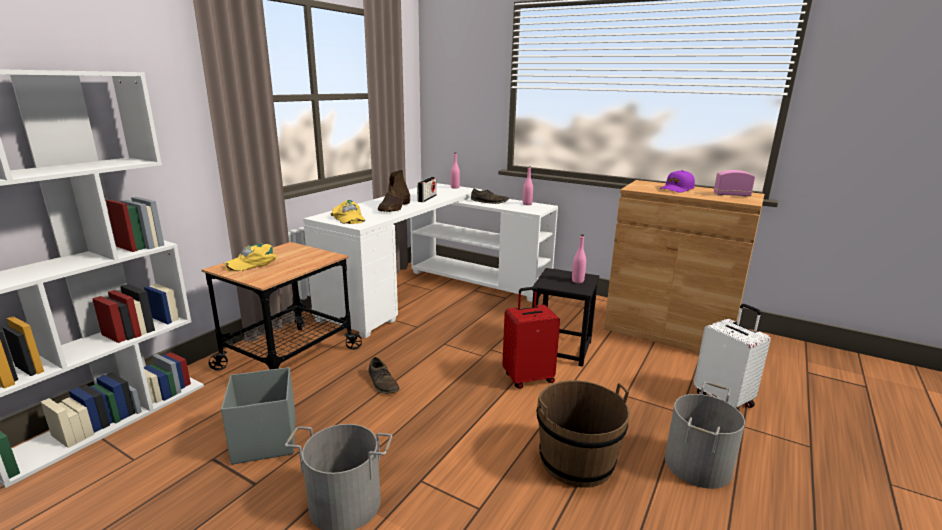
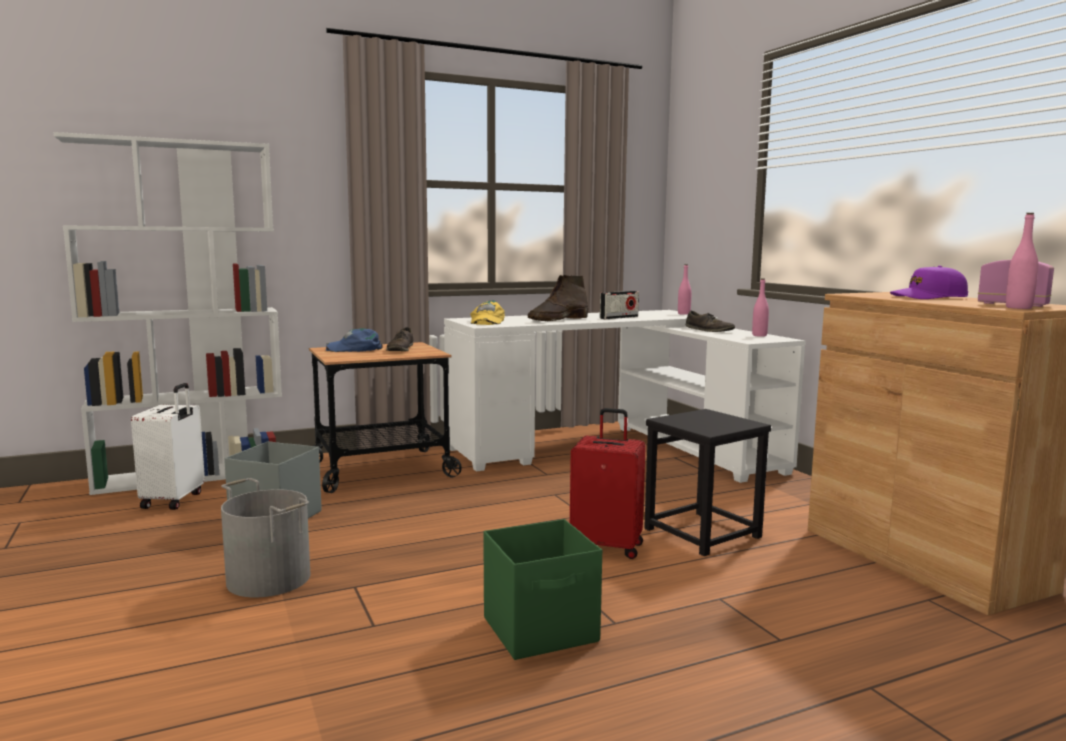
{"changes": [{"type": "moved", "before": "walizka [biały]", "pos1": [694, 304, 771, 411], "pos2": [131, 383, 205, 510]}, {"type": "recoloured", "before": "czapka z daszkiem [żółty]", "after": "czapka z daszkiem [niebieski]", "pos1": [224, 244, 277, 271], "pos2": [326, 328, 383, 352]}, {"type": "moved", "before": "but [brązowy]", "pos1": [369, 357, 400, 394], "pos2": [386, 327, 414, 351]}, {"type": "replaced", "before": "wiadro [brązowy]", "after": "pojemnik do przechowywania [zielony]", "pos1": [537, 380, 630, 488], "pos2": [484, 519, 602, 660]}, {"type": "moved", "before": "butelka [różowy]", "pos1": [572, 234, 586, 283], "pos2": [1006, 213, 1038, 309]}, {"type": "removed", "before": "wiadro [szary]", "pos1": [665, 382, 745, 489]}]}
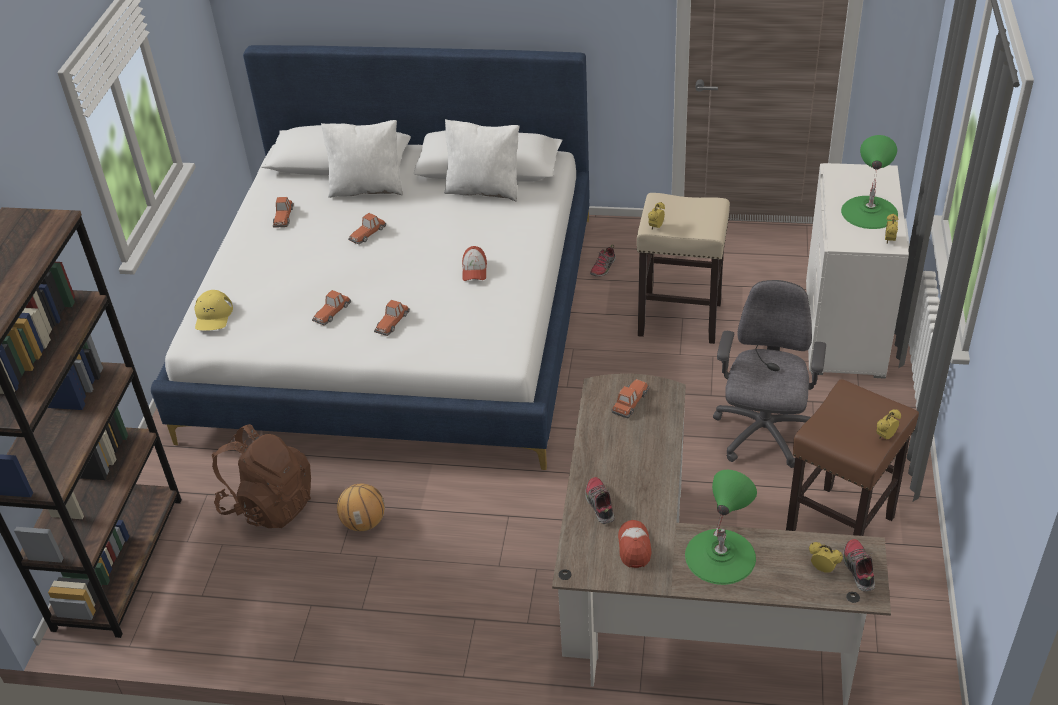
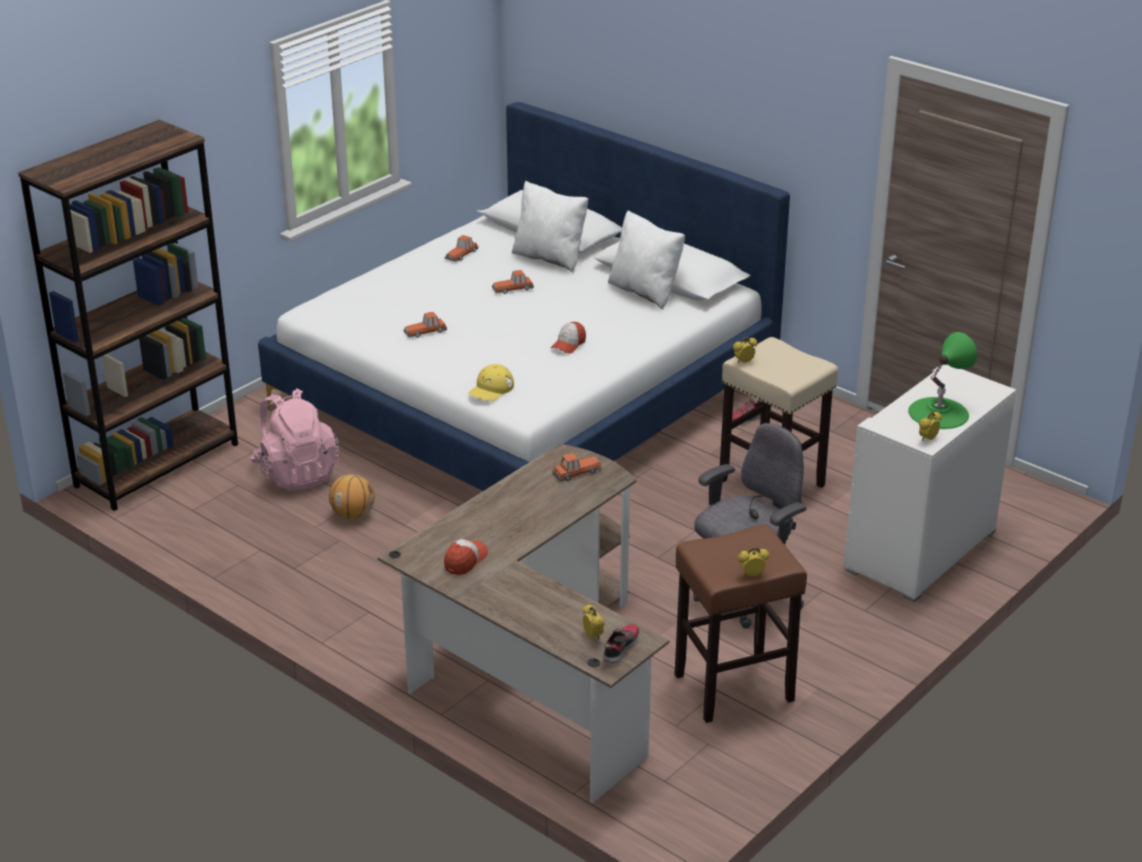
{"changes": [{"type": "recoloured", "before": "plecak [brązowy]", "after": "plecak [różowy]", "pos1": [212, 424, 311, 528], "pos2": [250, 389, 340, 491]}, {"type": "moved", "before": "czapka z daszkiem [żółty]", "pos1": [194, 290, 233, 331], "pos2": [468, 364, 514, 401]}, {"type": "removed", "before": "samochodzik", "pos1": [374, 300, 410, 336]}, {"type": "removed", "before": "but", "pos1": [585, 477, 615, 524]}, {"type": "removed", "before": "lampa stołowa [zielony]", "pos1": [685, 470, 757, 585]}]}
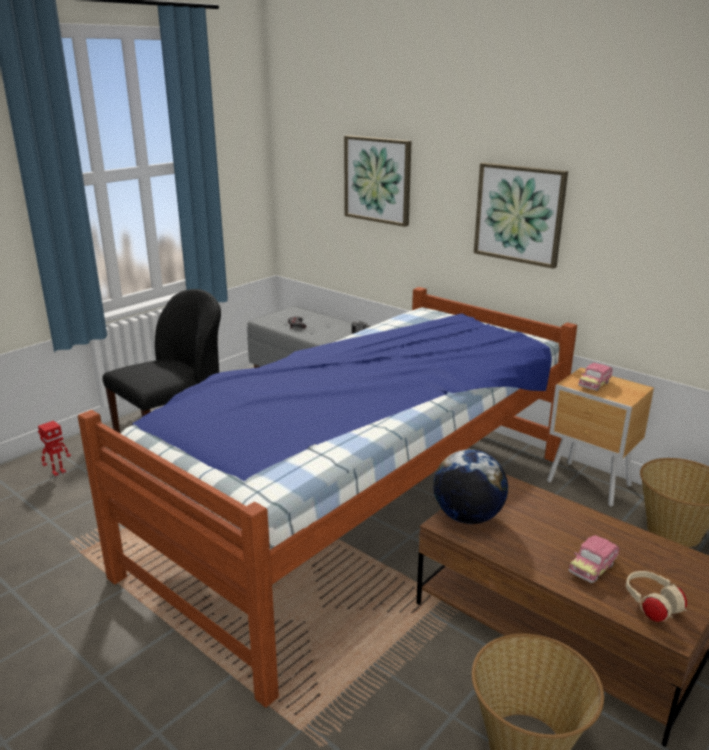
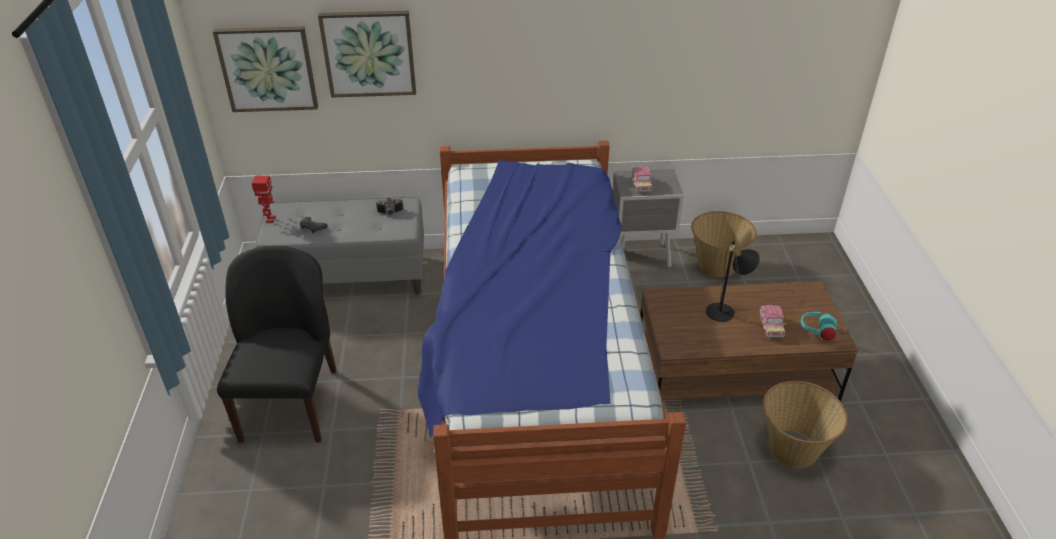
{"changes": [{"type": "moved", "before": "obraz", "pos1": [474, 163, 568, 269], "pos2": [213, 26, 318, 112]}, {"type": "moved", "before": "robot zabawkowy", "pos1": [38, 421, 71, 476], "pos2": [252, 176, 276, 223]}, {"type": "recoloured", "before": "szafka nocna [brązowy]", "after": "szafka nocna [szary]", "pos1": [547, 368, 654, 507], "pos2": [612, 169, 684, 268]}, {"type": "added", "after": "lampa stołowa [czarny]", "pos2": [706, 240, 760, 322]}, {"type": "recoloured", "before": "słuchawki [beżowy]", "after": "słuchawki [turkusowy]", "pos1": [626, 571, 687, 622], "pos2": [801, 312, 839, 340]}, {"type": "removed", "before": "globus", "pos1": [433, 449, 508, 524]}]}
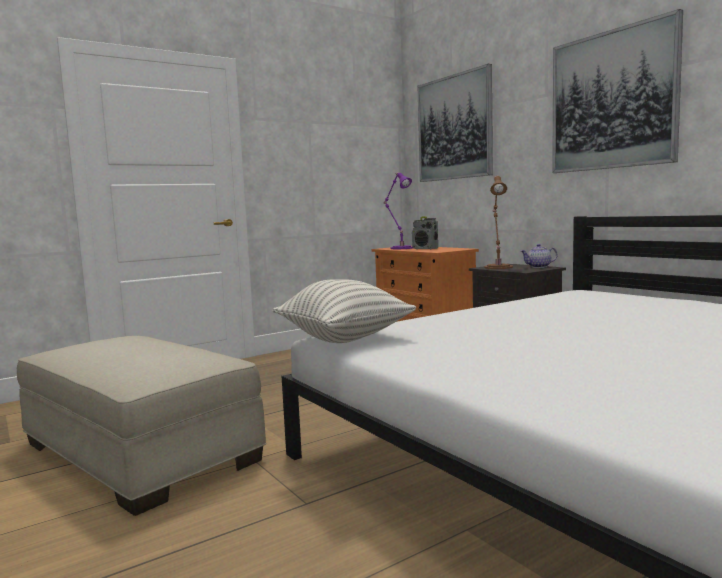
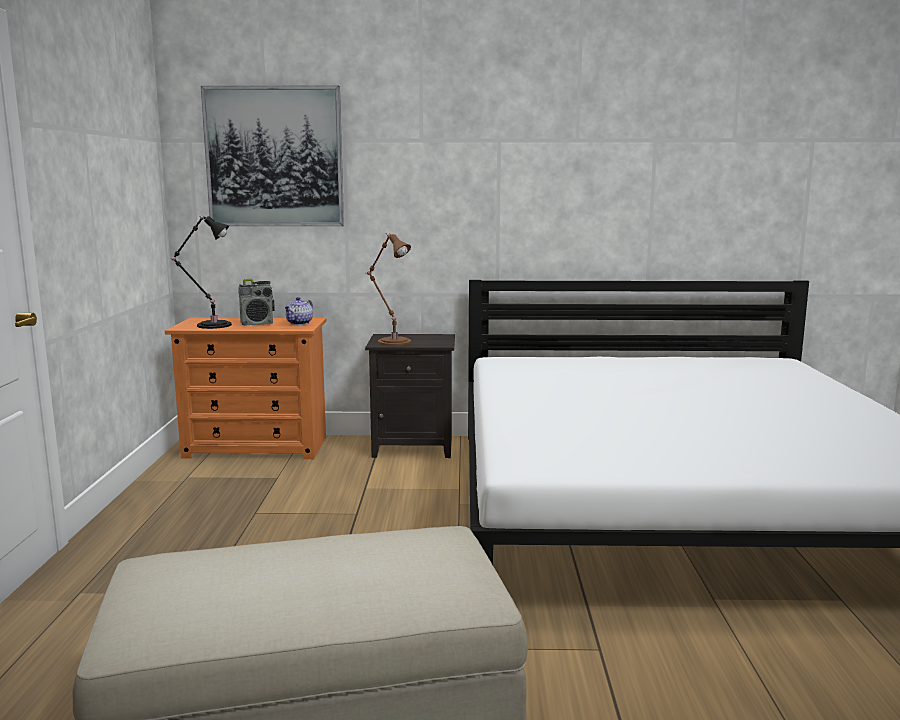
{"changes": [{"type": "recoloured", "before": "lampa stołowa [fioletowy]", "after": "lampa stołowa [czarny]", "pos1": [383, 172, 413, 249], "pos2": [169, 215, 232, 329]}, {"type": "moved", "before": "imbryk", "pos1": [521, 244, 557, 268], "pos2": [284, 297, 313, 325]}, {"type": "removed", "before": "poduszka", "pos1": [273, 279, 416, 343]}, {"type": "removed", "before": "obraz", "pos1": [552, 9, 683, 173]}]}
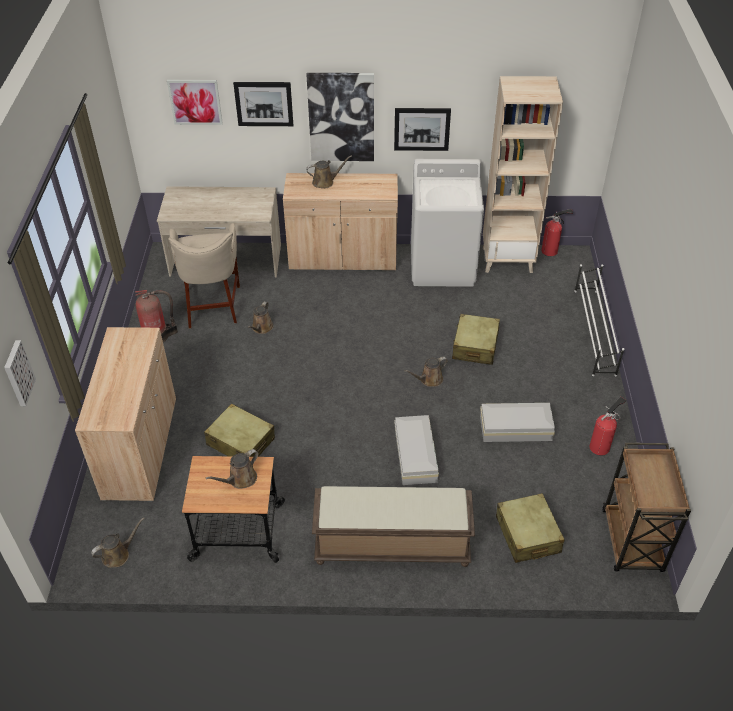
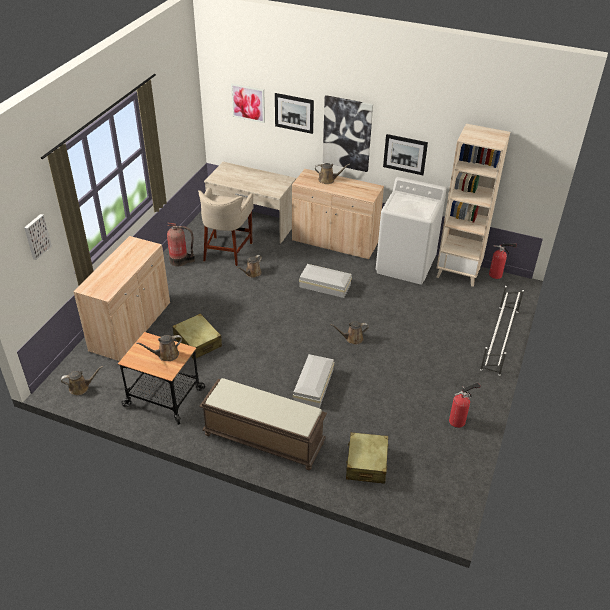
{"changes": [{"type": "moved", "before": "pojemnik do przechowywania [biały]", "pos1": [480, 403, 555, 442], "pos2": [299, 264, 352, 298]}, {"type": "removed", "before": "walizka [beżowy]", "pos1": [452, 314, 500, 365]}, {"type": "removed", "before": "wózek [brązowy]", "pos1": [602, 443, 691, 572]}]}
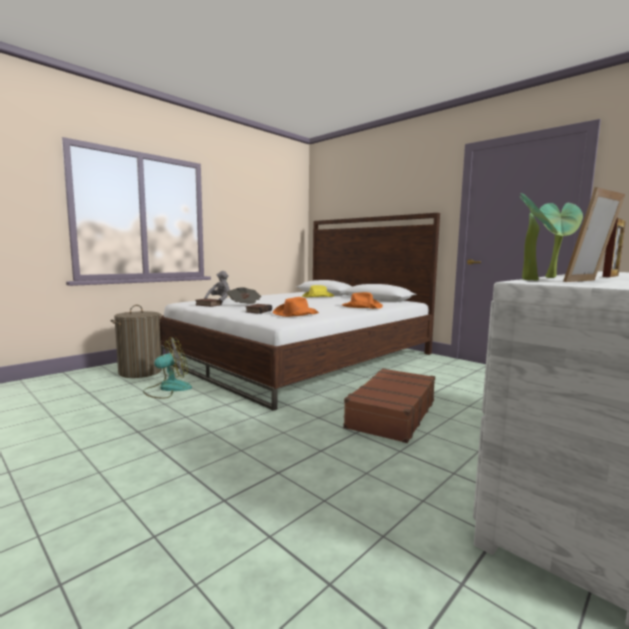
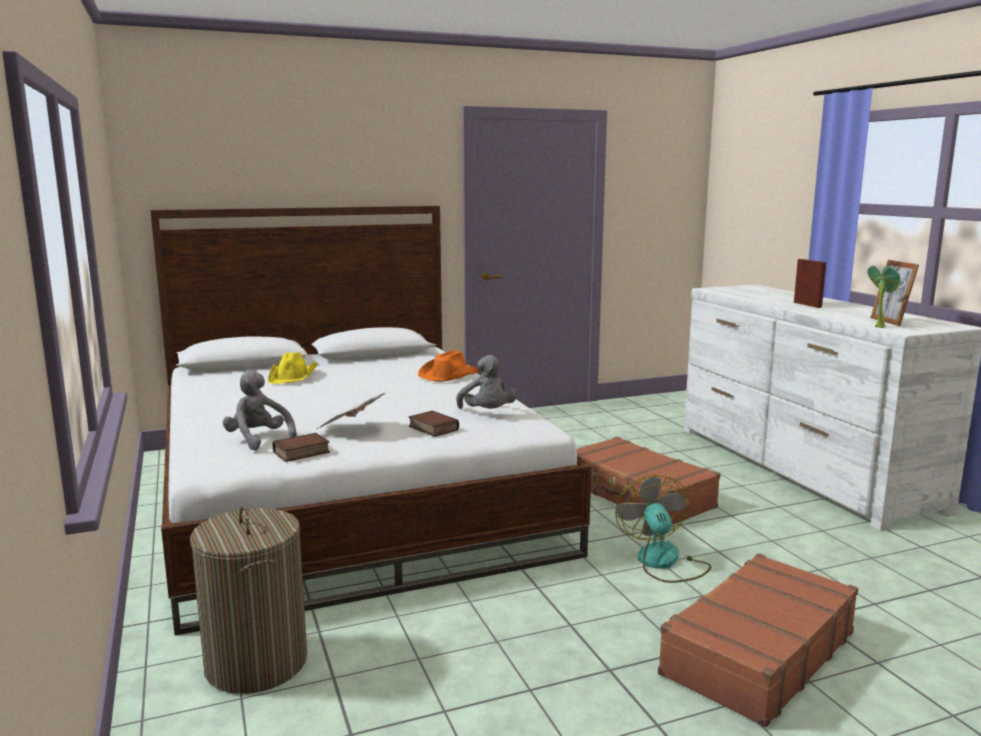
{"changes": [{"type": "replaced", "before": "kapelusz [pomarańczowy]", "after": "pluszak [szary]", "pos1": [273, 297, 319, 317], "pos2": [456, 355, 517, 409]}, {"type": "moved", "before": "wentylator", "pos1": [143, 337, 192, 399], "pos2": [615, 475, 711, 583]}, {"type": "added", "after": "walizka [brązowy]", "pos2": [658, 553, 858, 727]}, {"type": "removed", "before": "roślina doniczkowa", "pos1": [540, 203, 583, 278]}]}
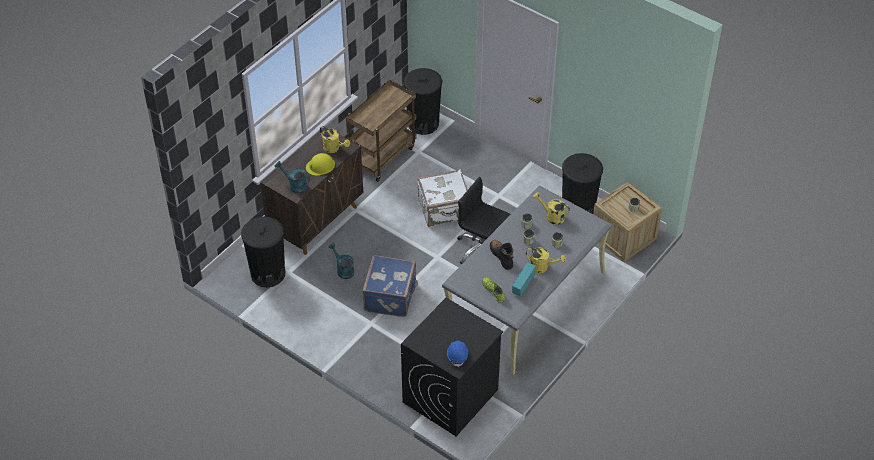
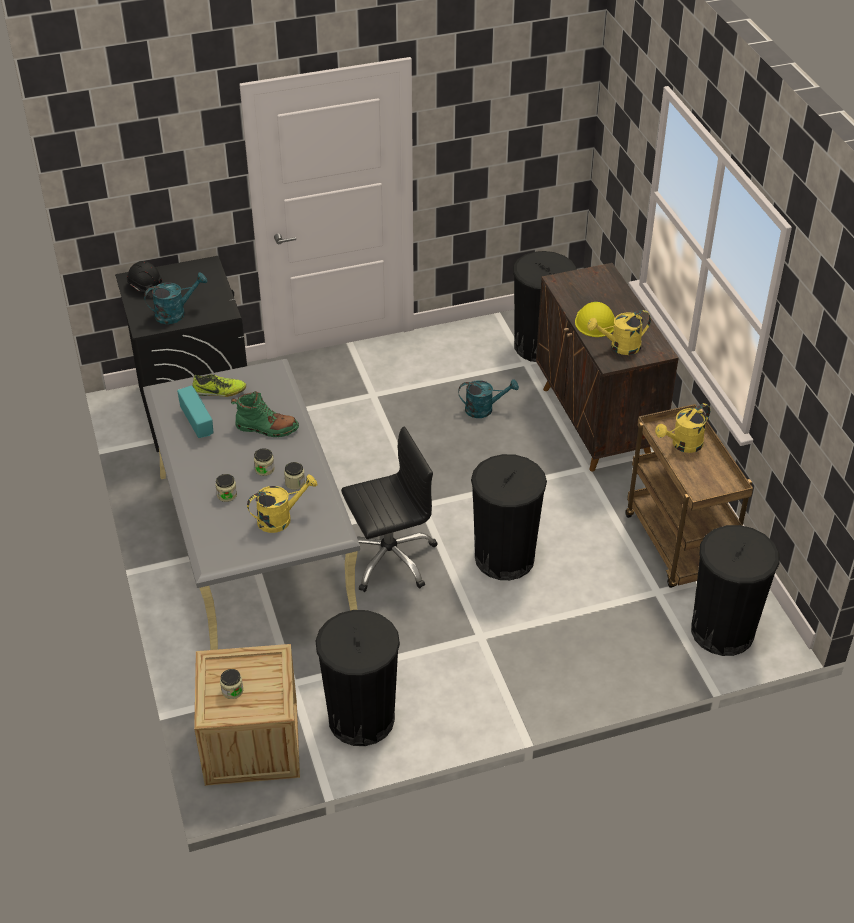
{"changes": [{"type": "recoloured", "before": "kask [niebieski]", "after": "kask [czarny]", "pos1": [447, 341, 468, 367], "pos2": [127, 261, 165, 297]}, {"type": "moved", "before": "konewka [turkusowy]", "pos1": [275, 161, 310, 193], "pos2": [144, 272, 207, 324]}, {"type": "recoloured", "before": "but z cholewką [czarny]", "after": "but z cholewką [zielony]", "pos1": [490, 240, 513, 270], "pos2": [231, 391, 299, 437]}, {"type": "replaced", "before": "walizka [biały]", "after": "kosz na śmieci [czarny]", "pos1": [417, 169, 468, 227], "pos2": [471, 454, 547, 580]}, {"type": "moved", "before": "konewka [żółty]", "pos1": [526, 247, 566, 273], "pos2": [655, 403, 711, 453]}, {"type": "removed", "before": "walizka [niebieski]", "pos1": [363, 255, 418, 317]}]}
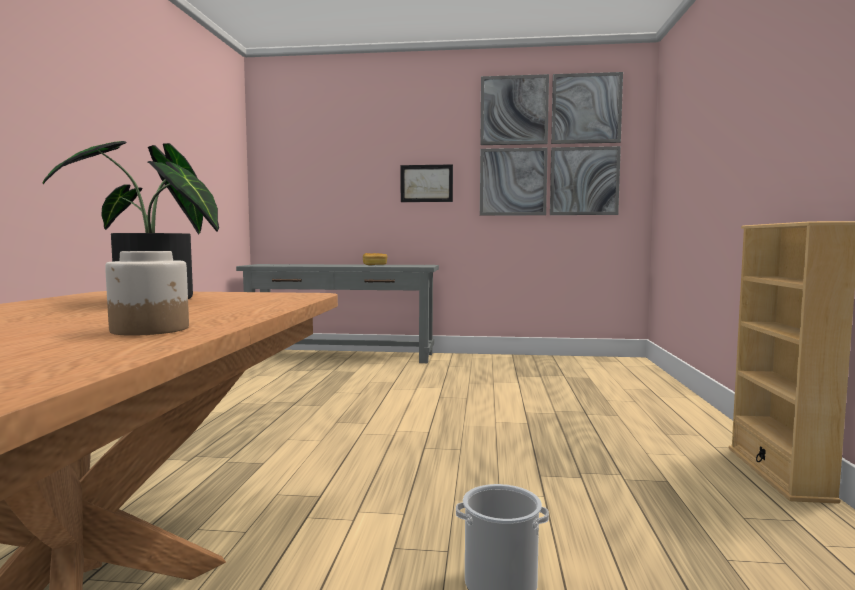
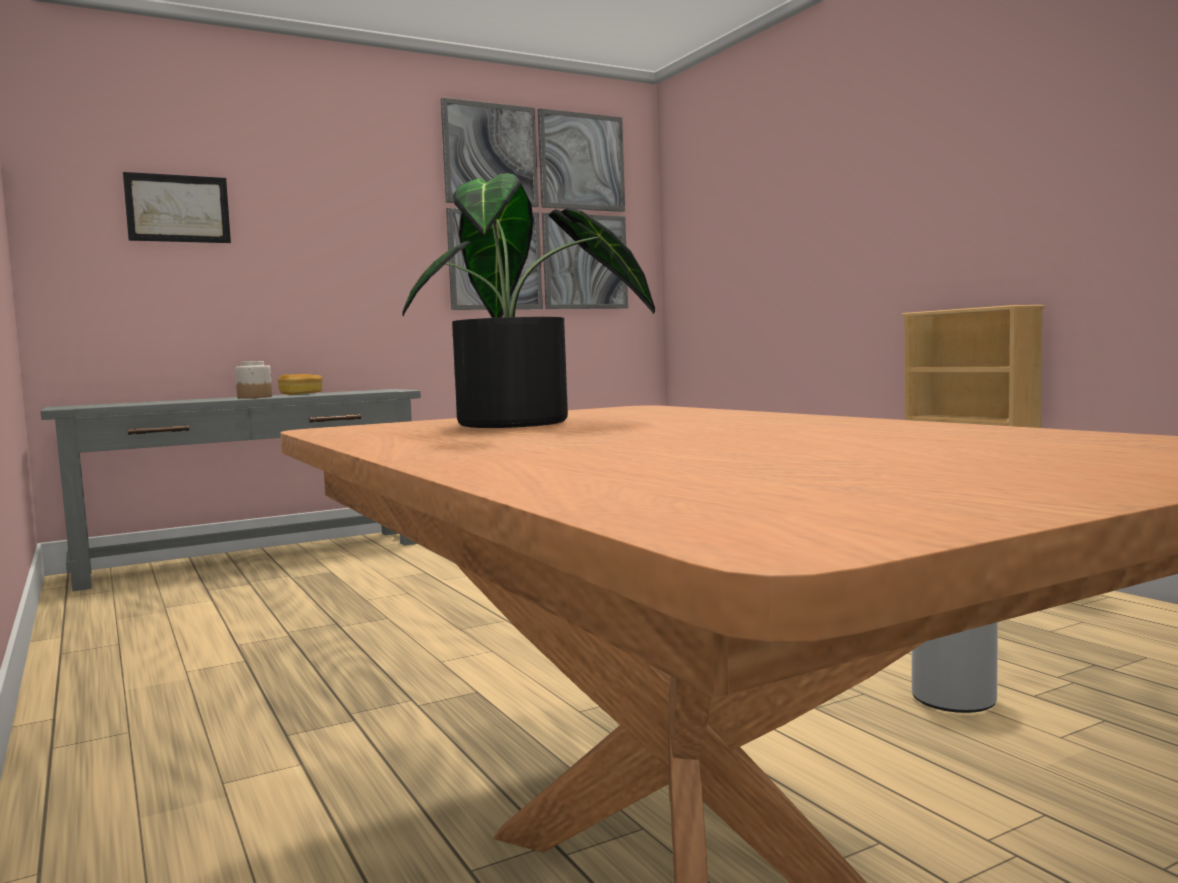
{"changes": [{"type": "moved", "before": "obraz", "pos1": [400, 164, 453, 202], "pos2": [123, 172, 231, 243]}, {"type": "moved", "before": "słoik", "pos1": [105, 251, 189, 336], "pos2": [235, 361, 272, 399]}]}
